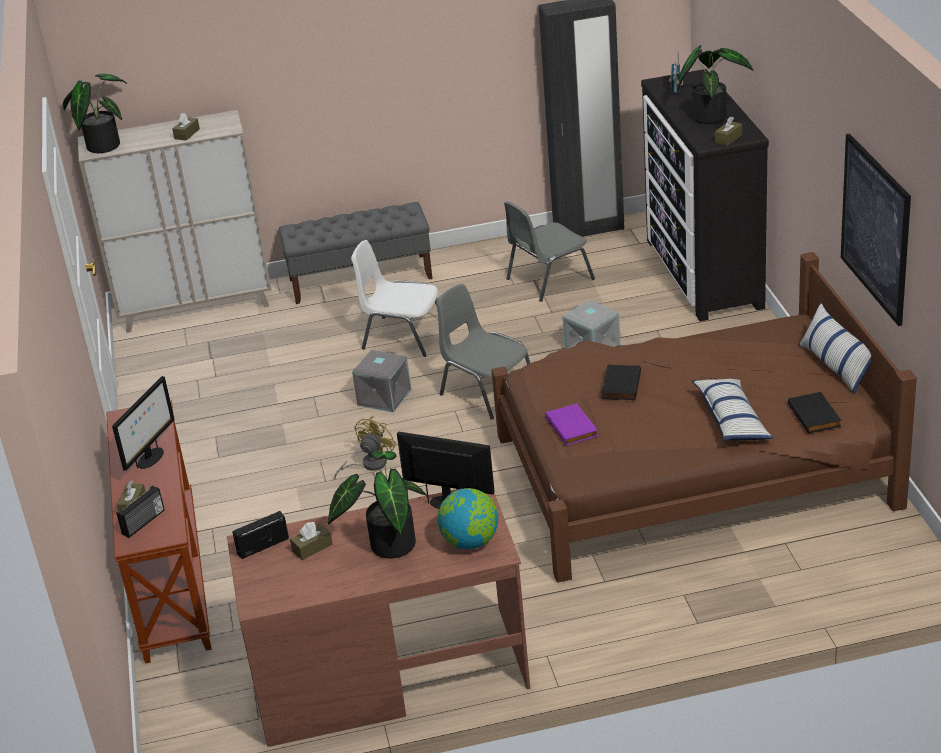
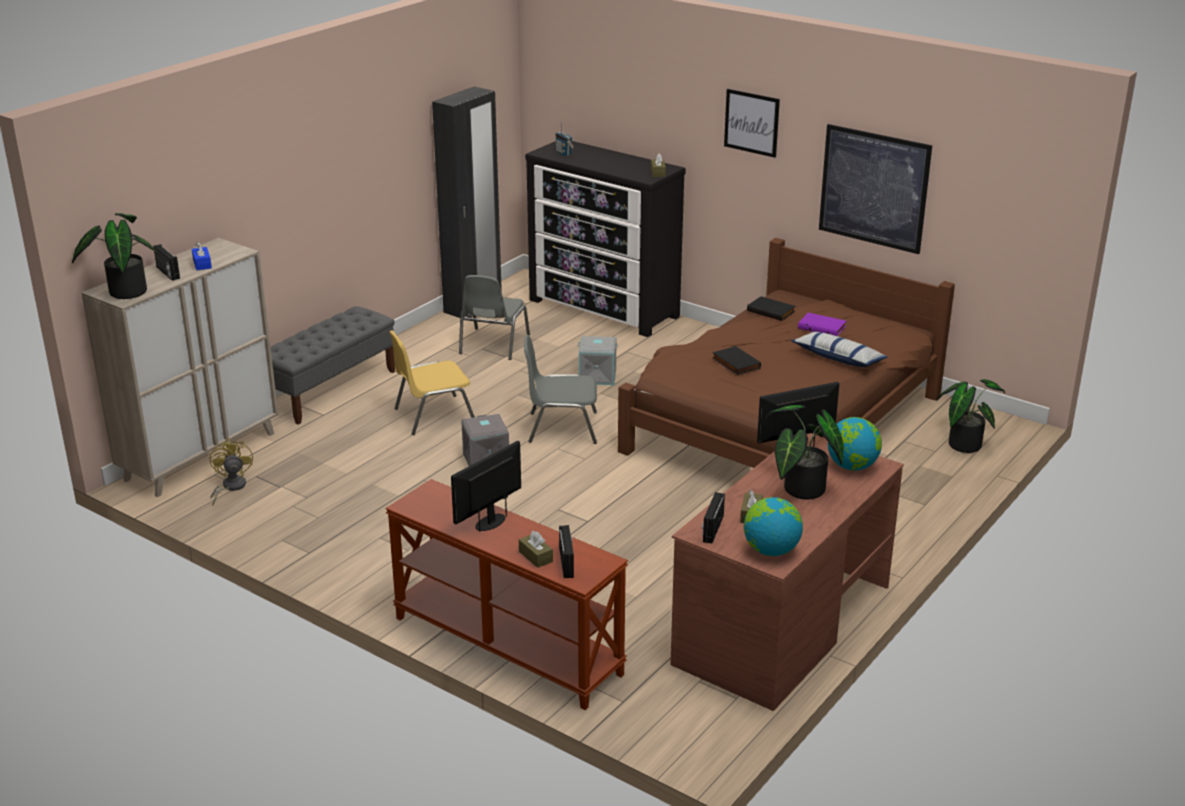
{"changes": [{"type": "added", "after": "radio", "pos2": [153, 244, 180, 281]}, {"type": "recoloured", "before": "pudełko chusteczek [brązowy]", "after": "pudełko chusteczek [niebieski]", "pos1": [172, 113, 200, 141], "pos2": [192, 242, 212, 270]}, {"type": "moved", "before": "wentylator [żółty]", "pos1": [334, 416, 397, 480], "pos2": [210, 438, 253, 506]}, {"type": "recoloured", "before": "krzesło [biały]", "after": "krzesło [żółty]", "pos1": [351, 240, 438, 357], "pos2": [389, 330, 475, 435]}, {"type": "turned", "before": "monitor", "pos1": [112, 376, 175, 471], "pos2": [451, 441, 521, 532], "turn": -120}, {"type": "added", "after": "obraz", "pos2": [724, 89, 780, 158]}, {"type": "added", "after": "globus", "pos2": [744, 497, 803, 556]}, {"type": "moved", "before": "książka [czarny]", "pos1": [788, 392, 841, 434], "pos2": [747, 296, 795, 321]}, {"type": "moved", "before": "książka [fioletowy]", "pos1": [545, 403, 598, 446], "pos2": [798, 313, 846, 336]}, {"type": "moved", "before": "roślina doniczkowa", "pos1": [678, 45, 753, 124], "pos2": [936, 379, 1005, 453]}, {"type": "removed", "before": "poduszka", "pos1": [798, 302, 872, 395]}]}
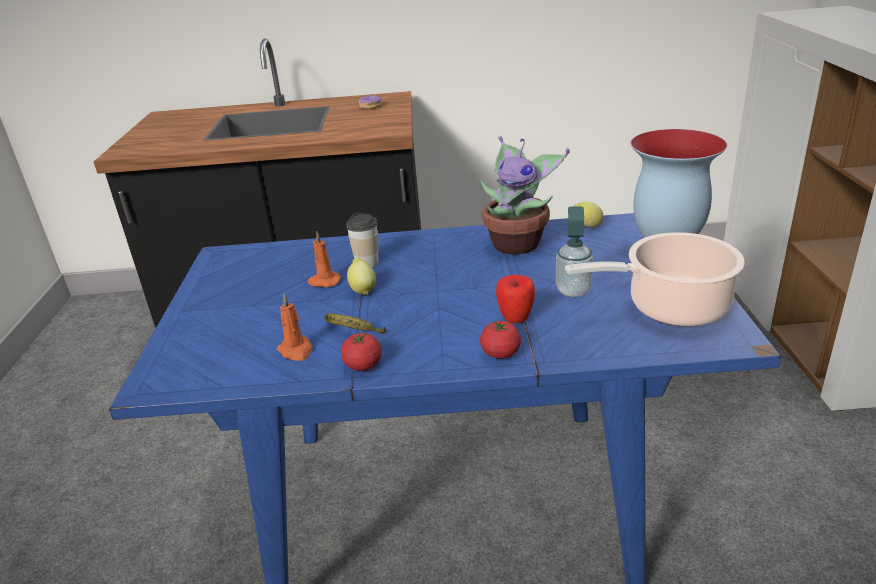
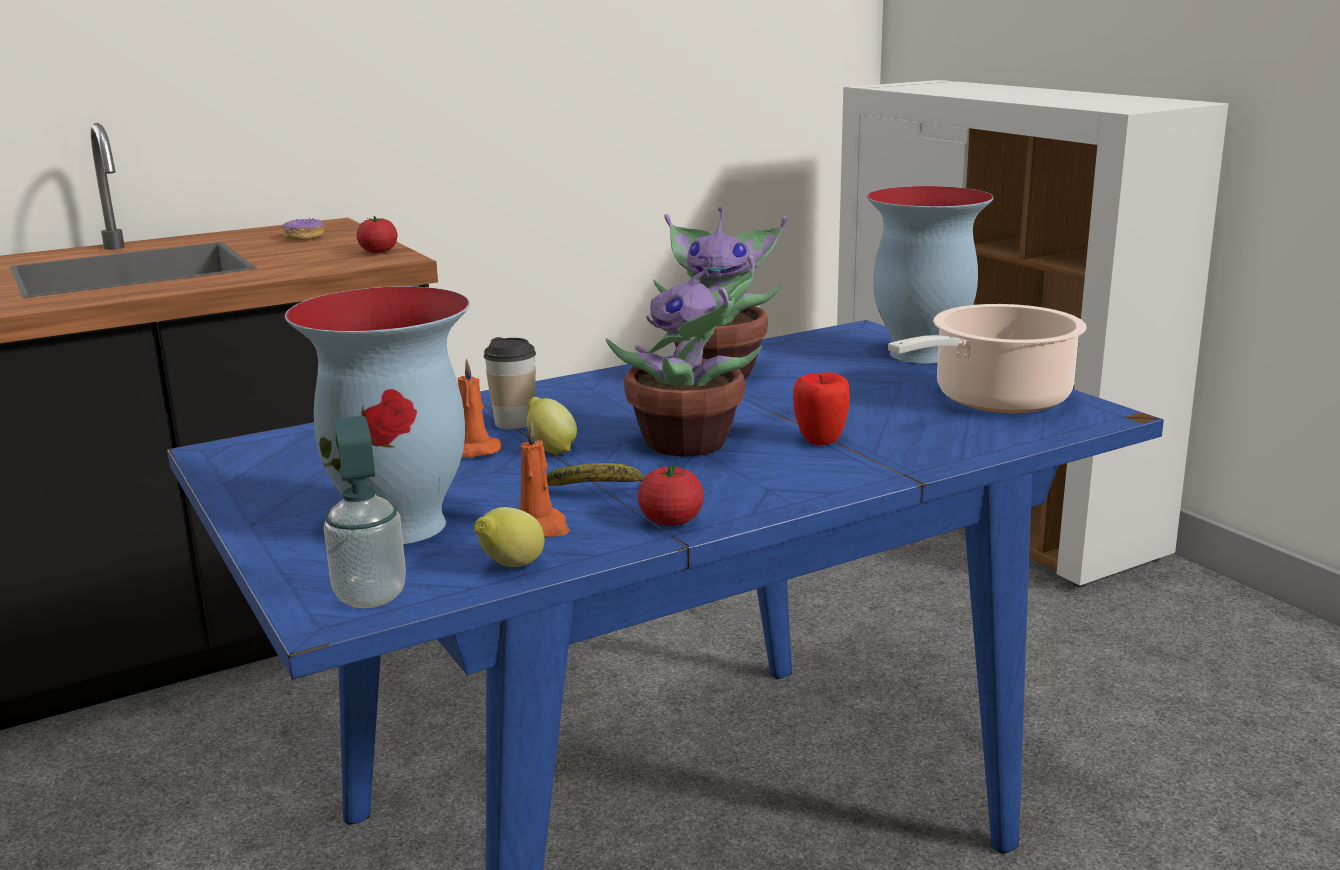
{"changes": [{"type": "added", "after": "wazon", "pos2": [285, 286, 470, 544]}, {"type": "moved", "before": "dozownik mydła", "pos1": [556, 206, 593, 297], "pos2": [324, 416, 406, 608]}, {"type": "moved", "before": "pomidor", "pos1": [480, 321, 521, 359], "pos2": [356, 216, 398, 253]}, {"type": "moved", "before": "cytryna", "pos1": [574, 201, 603, 228], "pos2": [474, 507, 545, 567]}, {"type": "added", "after": "roślina doniczkowa", "pos2": [606, 254, 762, 457]}]}
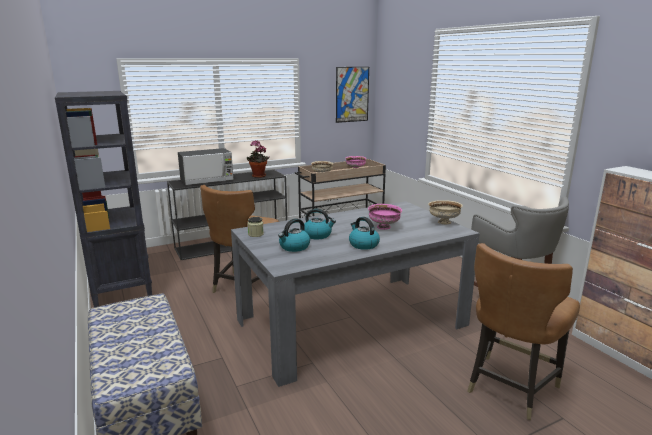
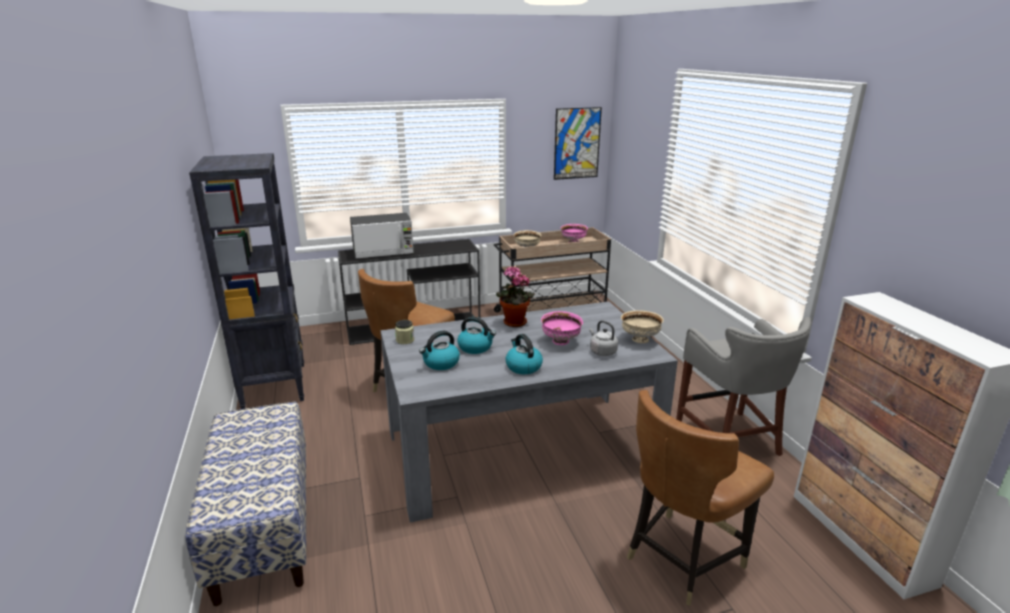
{"changes": [{"type": "moved", "before": "roślina doniczkowa", "pos1": [247, 140, 270, 178], "pos2": [496, 266, 535, 327]}, {"type": "added", "after": "czajnik [szary]", "pos2": [589, 320, 618, 356]}]}
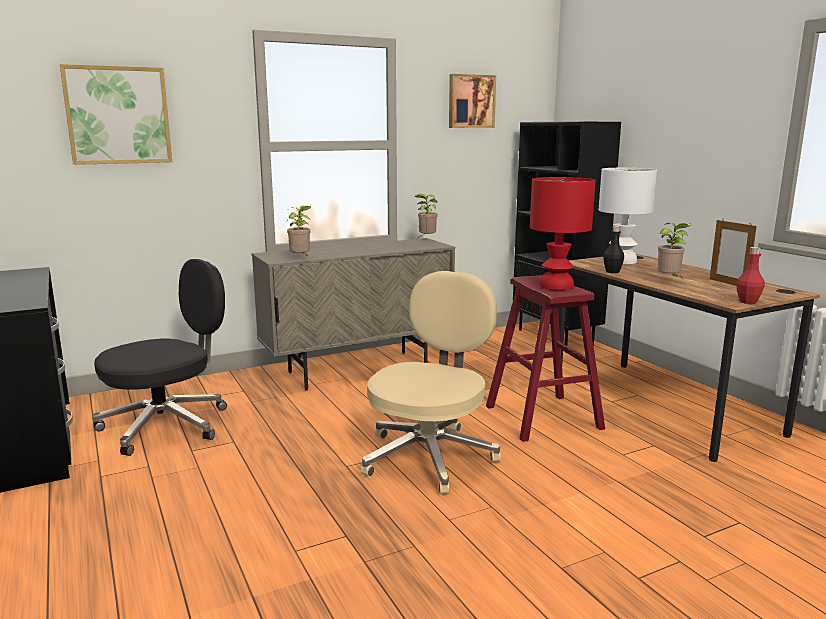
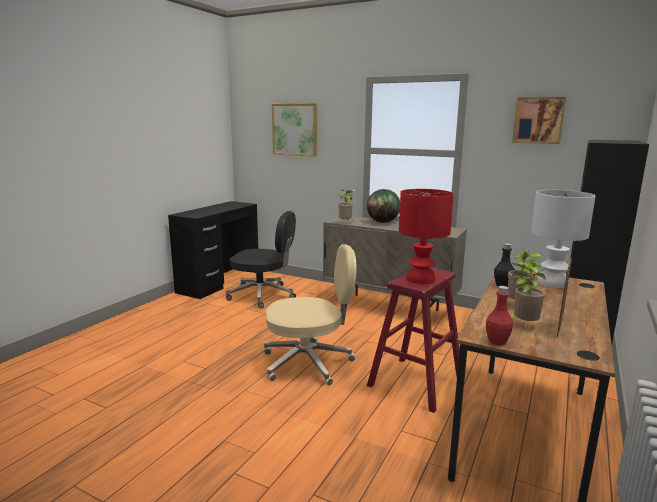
{"changes": [{"type": "added", "after": "globus", "pos2": [367, 189, 400, 223]}, {"type": "moved", "before": "roślina doniczkowa", "pos1": [414, 194, 437, 239], "pos2": [511, 261, 546, 321]}]}
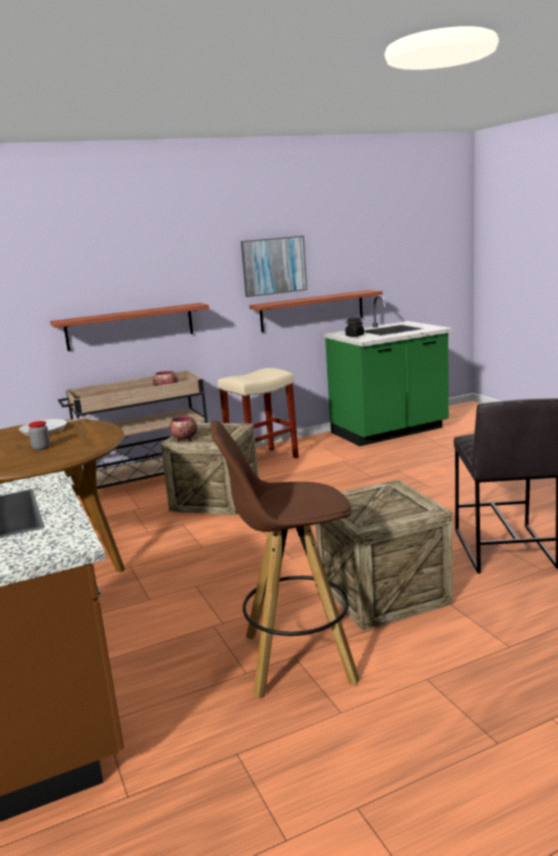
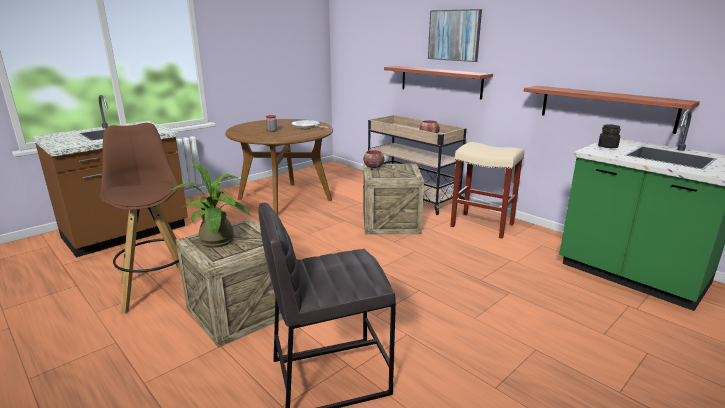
{"changes": [{"type": "added", "after": "roślina doniczkowa", "pos2": [170, 162, 250, 248]}, {"type": "moved", "before": "obraz", "pos1": [241, 236, 307, 297], "pos2": [428, 9, 482, 62]}]}
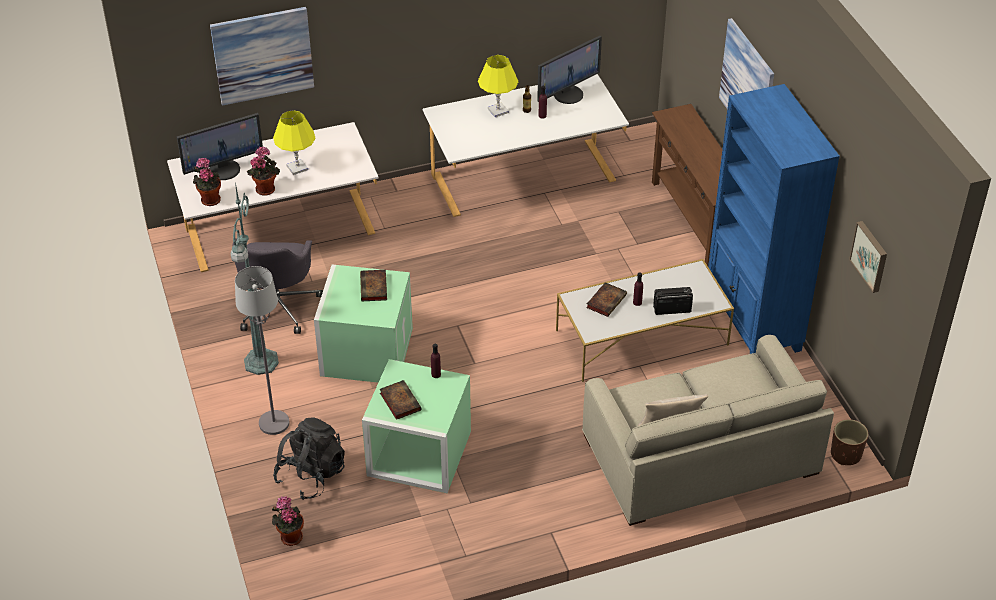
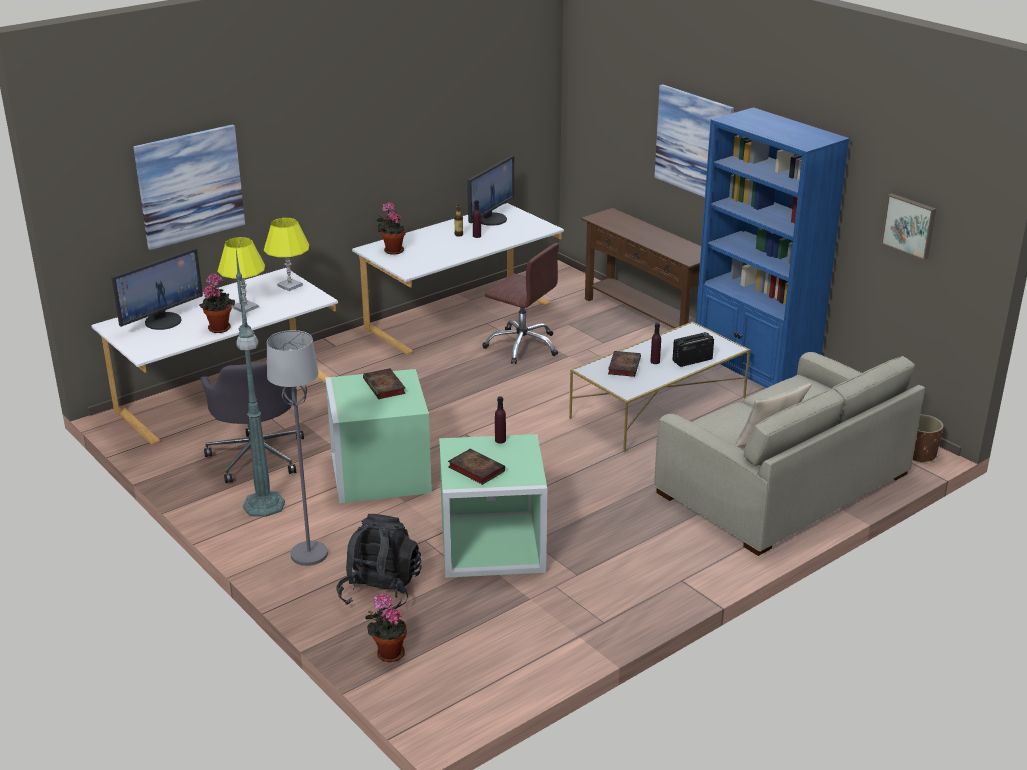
{"changes": [{"type": "moved", "before": "lampa stołowa [żółty]", "pos1": [478, 55, 518, 117], "pos2": [264, 218, 309, 291]}, {"type": "moved", "before": "roślina doniczkowa", "pos1": [193, 158, 221, 206], "pos2": [377, 202, 406, 255]}, {"type": "added", "after": "krzesło biurowe [brązowy]", "pos2": [482, 243, 559, 364]}]}
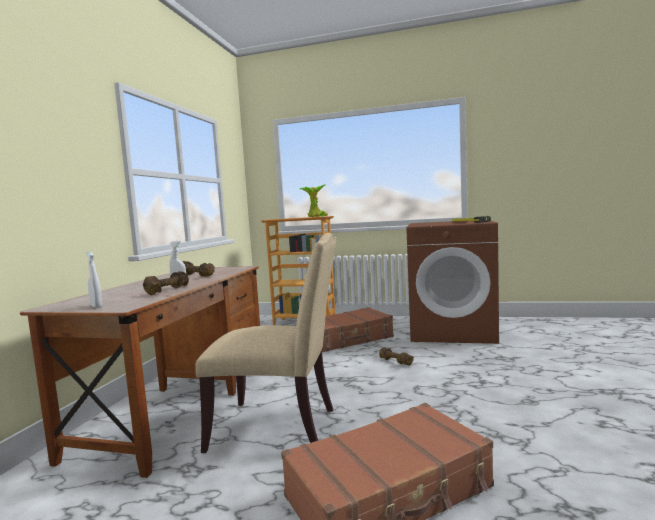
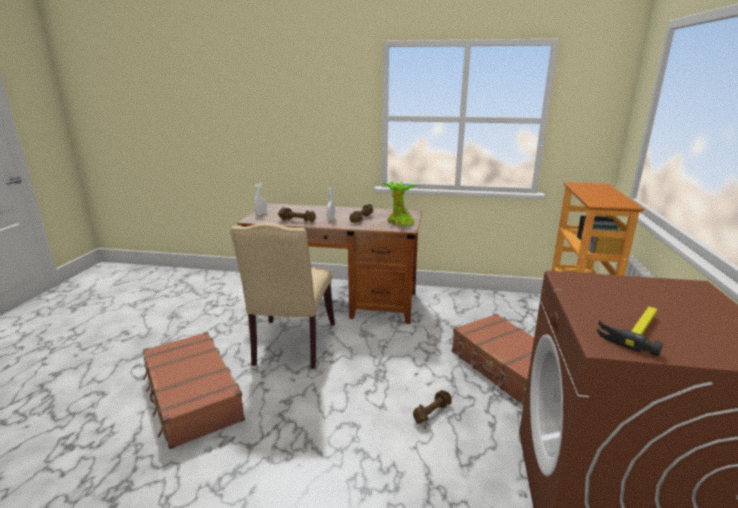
{"changes": [{"type": "moved", "before": "roślina doniczkowa", "pos1": [300, 184, 328, 217], "pos2": [382, 181, 417, 226]}]}
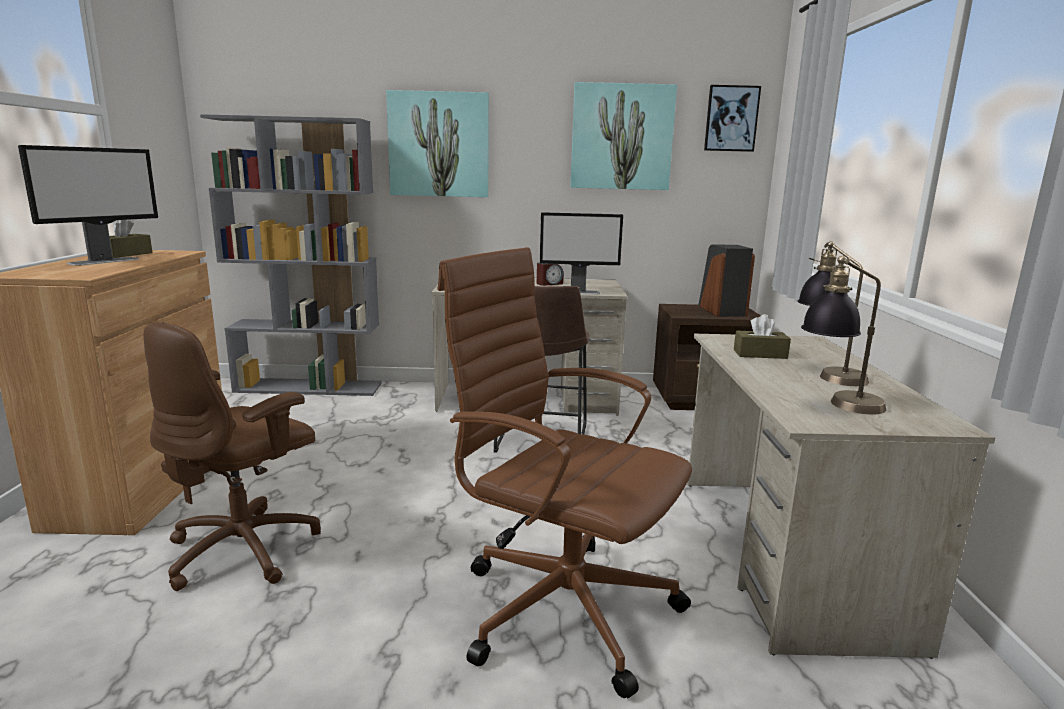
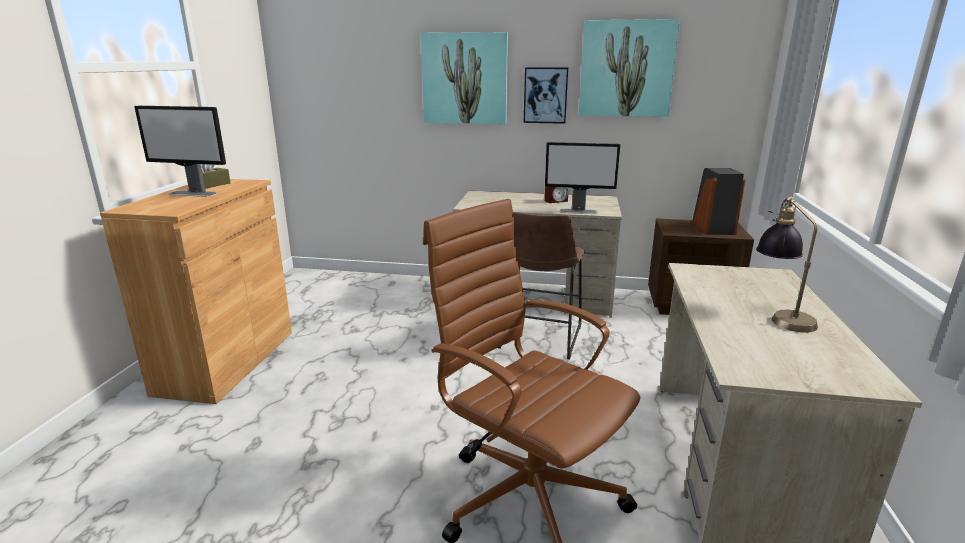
{"changes": [{"type": "turned", "before": "monitor", "pos1": [18, 145, 158, 266], "pos2": [134, 106, 226, 197], "turn": 60}, {"type": "moved", "before": "obraz", "pos1": [704, 85, 761, 152], "pos2": [524, 67, 568, 124]}, {"type": "removed", "before": "krzesło biurowe [brązowy]", "pos1": [144, 322, 321, 591]}, {"type": "removed", "before": "regał [szary]", "pos1": [200, 114, 382, 396]}, {"type": "removed", "before": "pudełko chusteczek [brązowy]", "pos1": [734, 314, 791, 359]}, {"type": "removed", "before": "lampa stołowa", "pos1": [801, 256, 886, 414]}]}
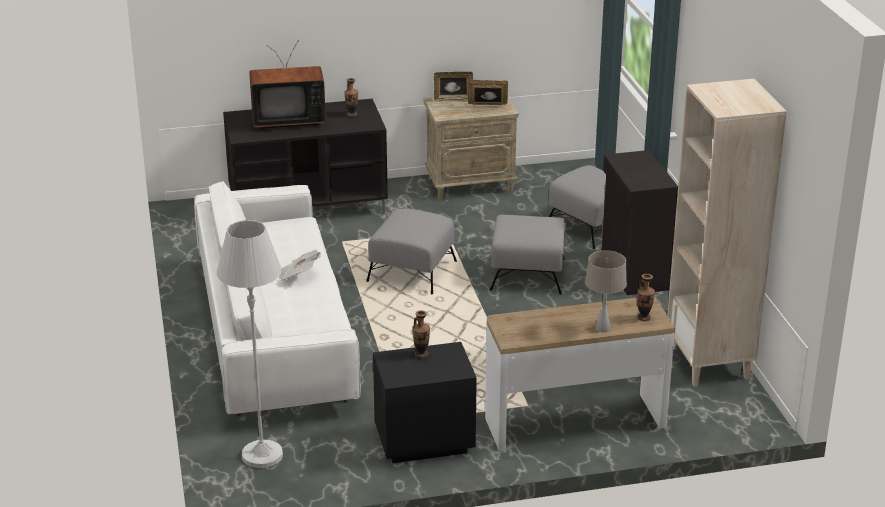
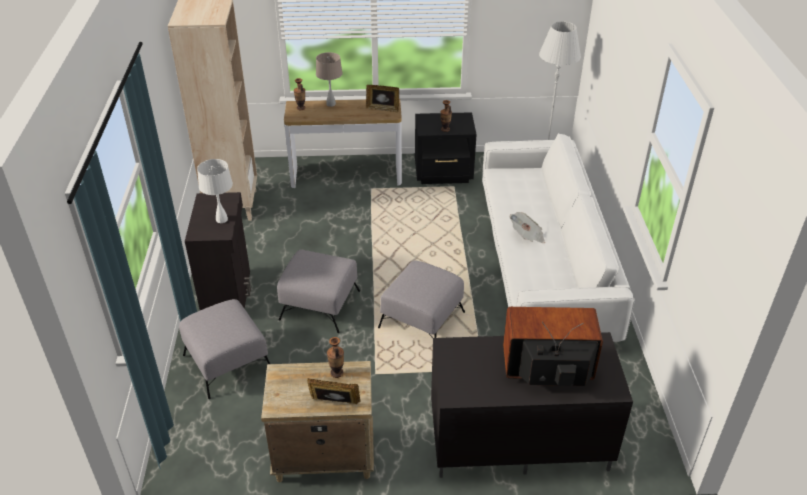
{"changes": [{"type": "added", "after": "lampa stołowa [biały]", "pos2": [197, 159, 233, 223]}, {"type": "moved", "before": "wazon", "pos1": [344, 78, 358, 117], "pos2": [327, 337, 344, 378]}, {"type": "moved", "before": "ramka na zdjęcie", "pos1": [468, 80, 508, 105], "pos2": [366, 85, 399, 112]}]}
